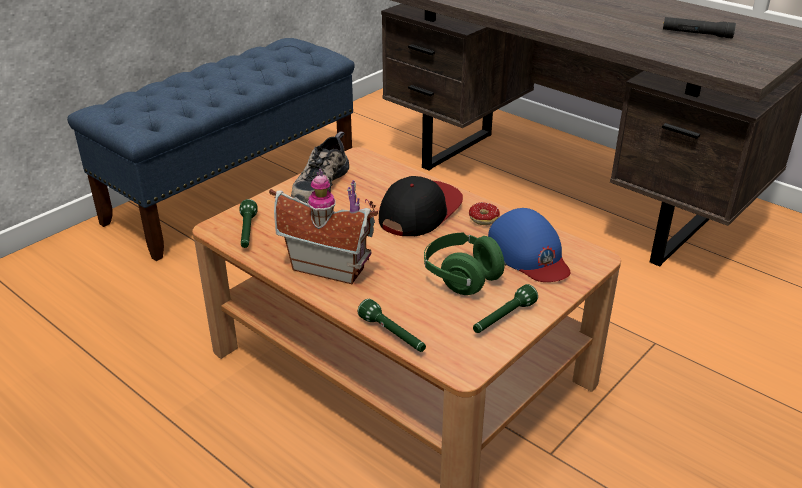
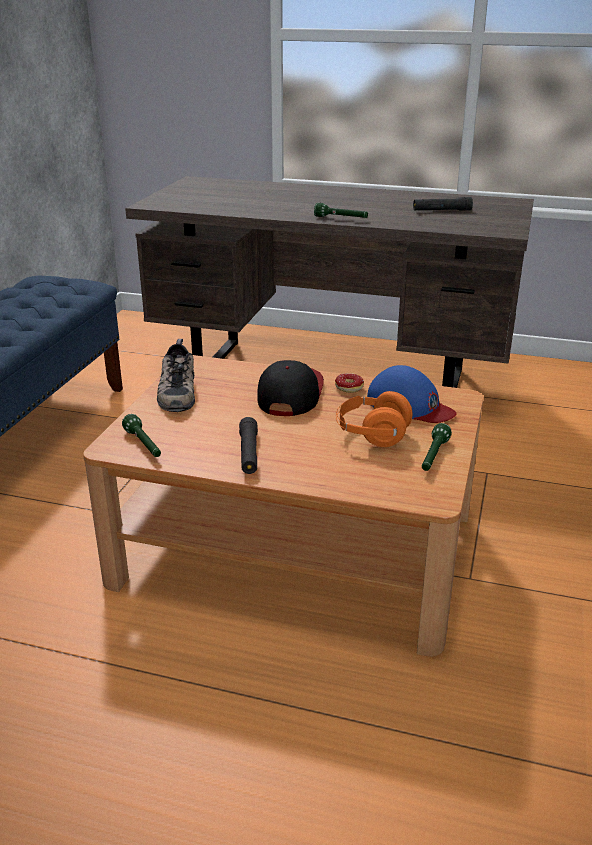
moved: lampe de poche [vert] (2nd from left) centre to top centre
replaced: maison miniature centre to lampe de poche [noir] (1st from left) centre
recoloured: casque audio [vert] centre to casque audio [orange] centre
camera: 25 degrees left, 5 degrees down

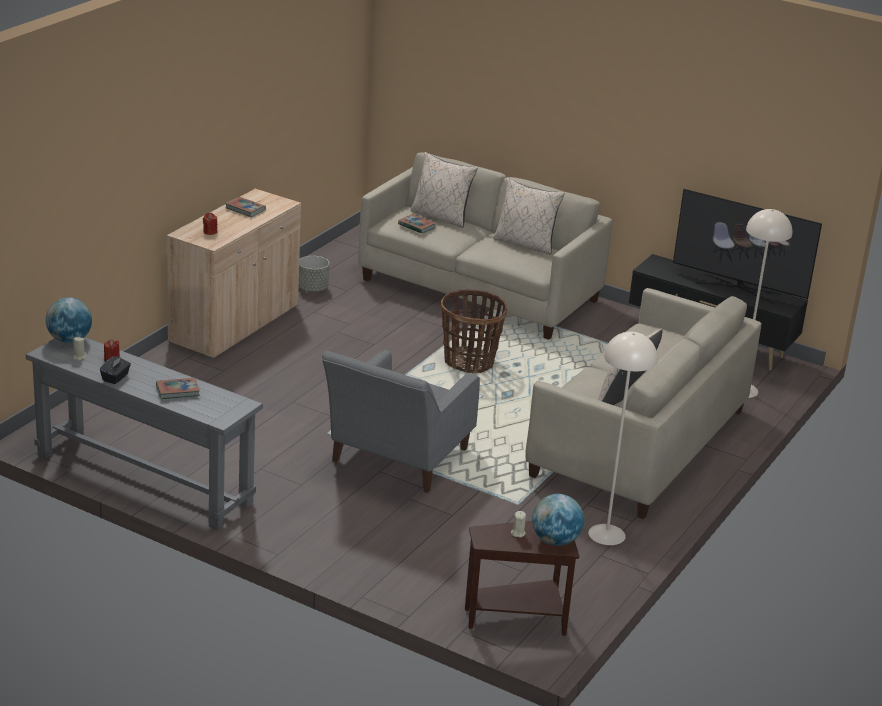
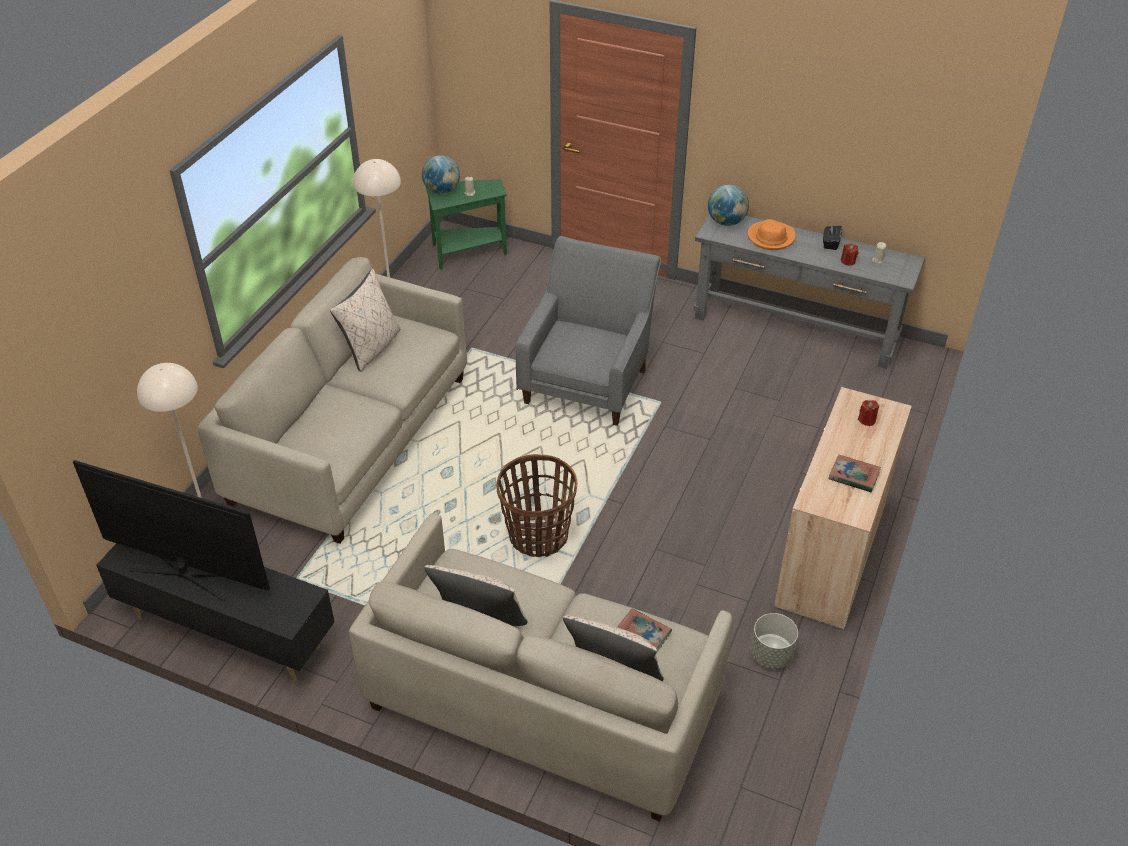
moved: globe (1st from left in the first image) middle left to globe (2nd from left) top centre
replaced: livre (1st from left) middle left to chapeau [orange] top right
recoloured: table d'appoint [marron] bottom centre to table d'appoint [vert] top centre
camera: 175 degrees right, 15 degrees up

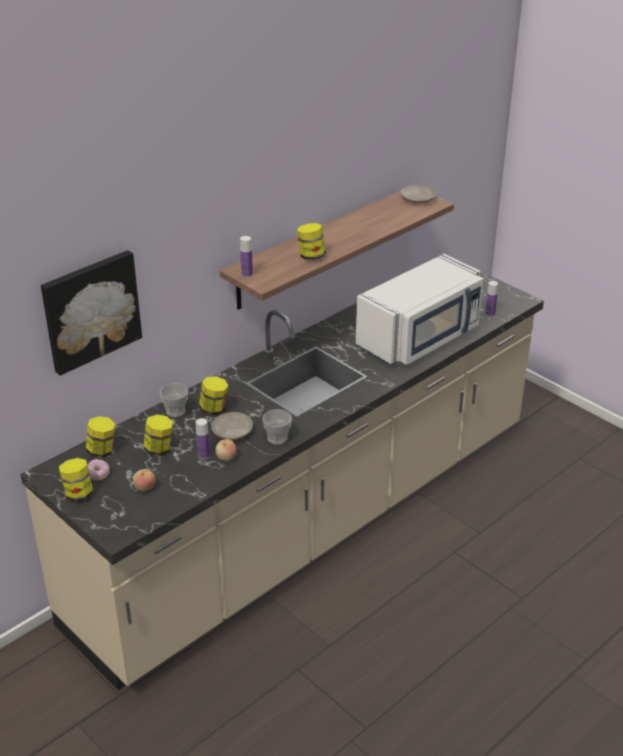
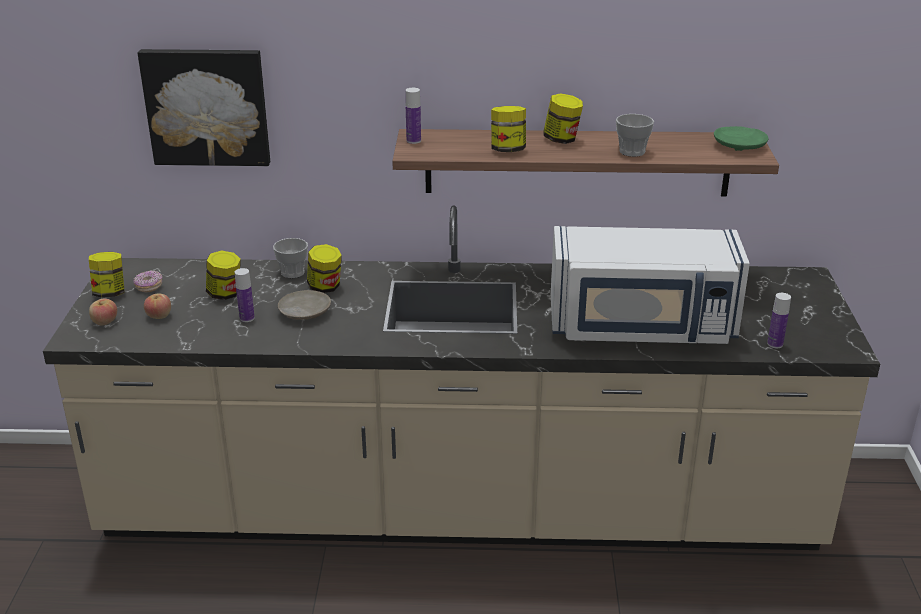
moved: bocal (2nd from left in the first image) middle left to bocal (5th from left) top centre; pomme (2nd from left in the first image) centre to pomme (1st from left) middle left; tasse (2nd from left) centre to top right
recoloured: assiette [beige] (2nd from left) top right to assiette [vert] top right
camera: 45 degrees right, 5 degrees down

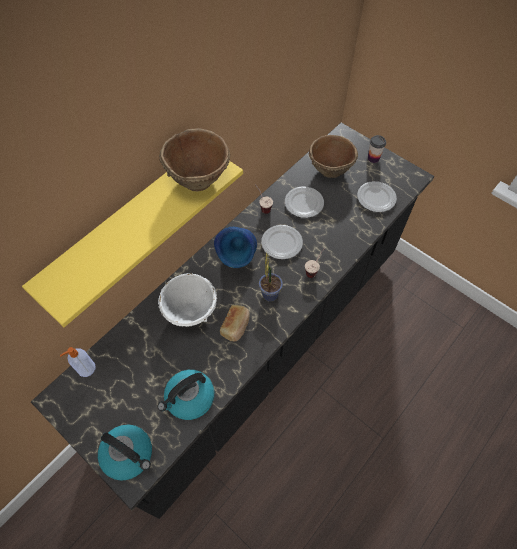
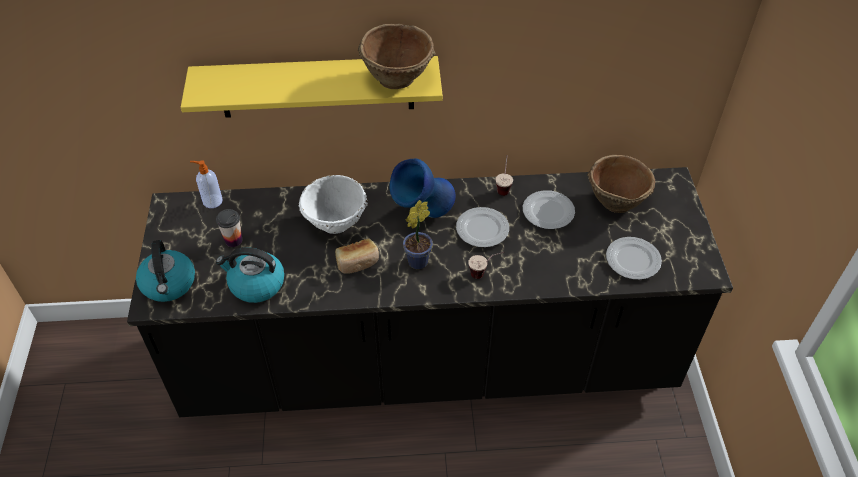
moved: tasse (3rd from left in the first image) top right to tasse (1st from left) middle left
camera: 45 degrees right, 10 degrees down

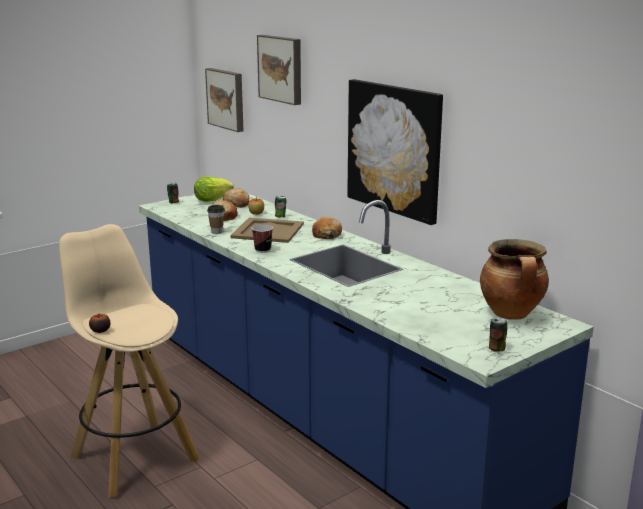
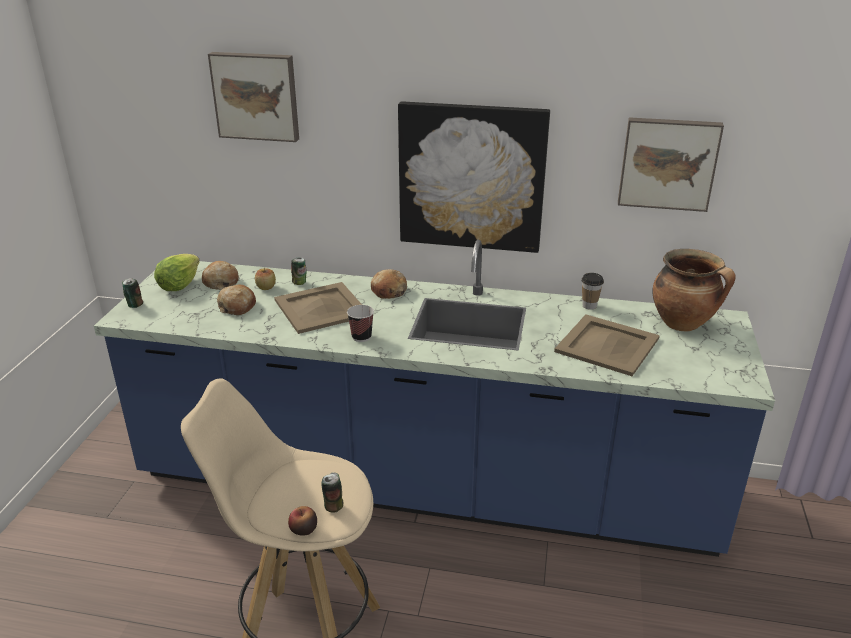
added: plateau [beige] (2nd from left) middle right
moved: tableau (1st from left in the first image) top centre to tableau (3rd from left) top right; tasse (1st from left in the first image) centre to tasse (2nd from left) middle right; boîte métallique (3rd from left) middle right to bottom centre
camera: 40 degrees left, 10 degrees up

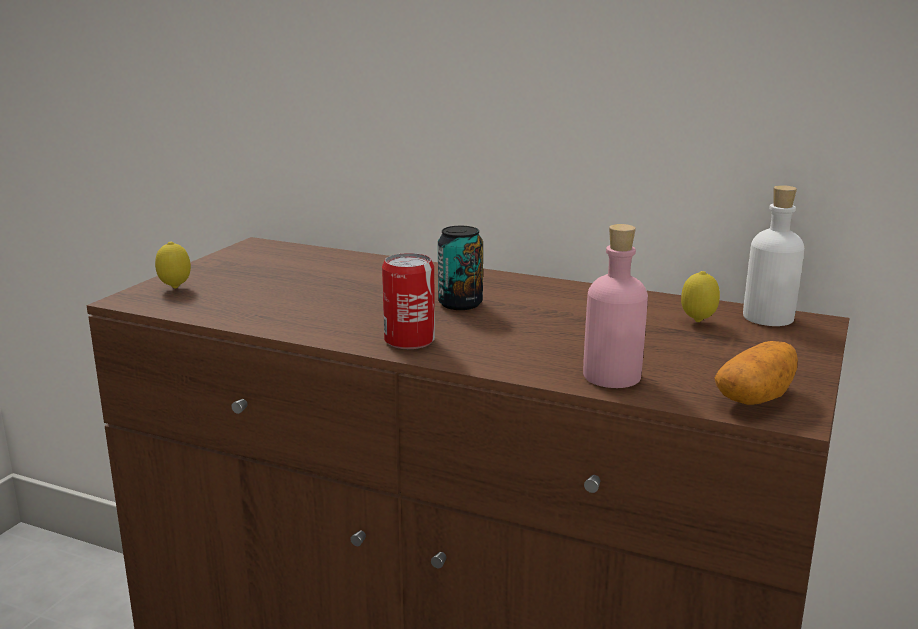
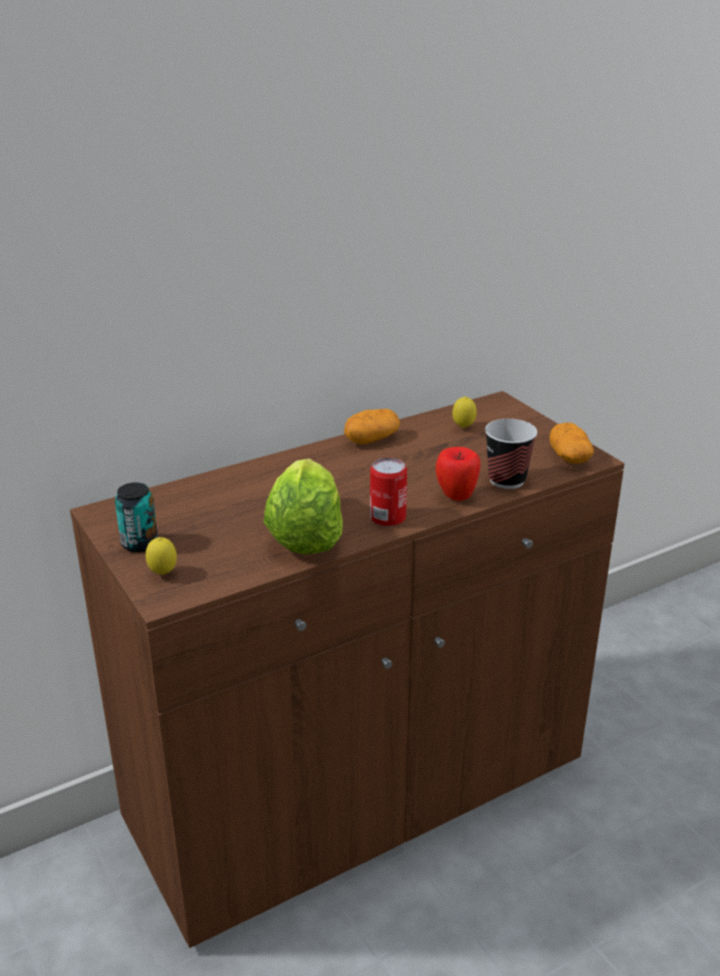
removed: bouteille [blanc] middle right
added: laitue centre; pomme de terre (1st from left) centre; pomme centre
moved: boîte métallique (2nd from left in the first image) centre to boîte métallique (1st from left) middle left
replaced: bouteille [rose] middle right to tasse middle right
camera: 55 degrees left, 10 degrees up

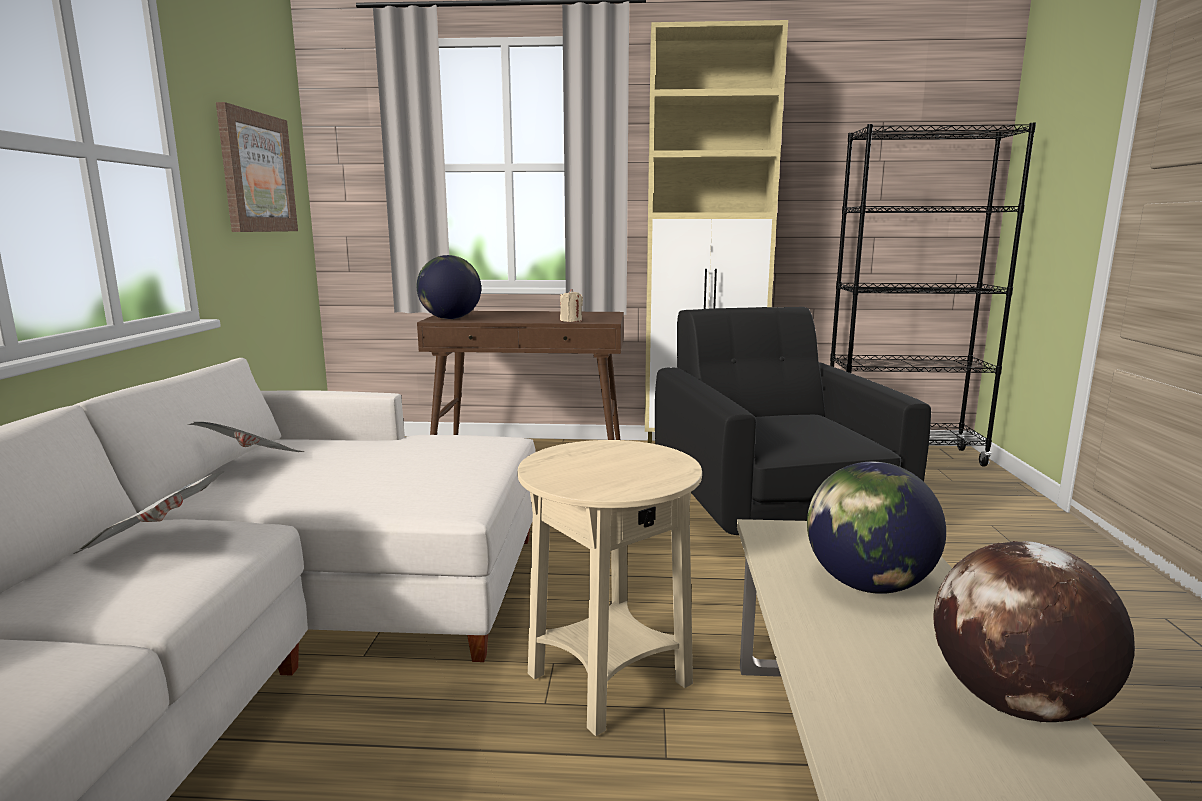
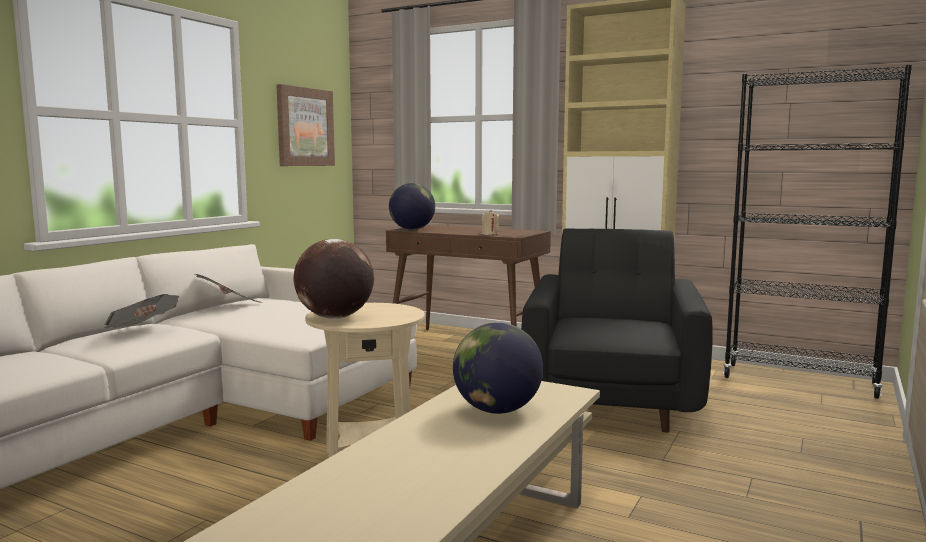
moved: globe (3rd from left in the first image) bottom right to globe (1st from left) centre
camera: 25 degrees right, 5 degrees down

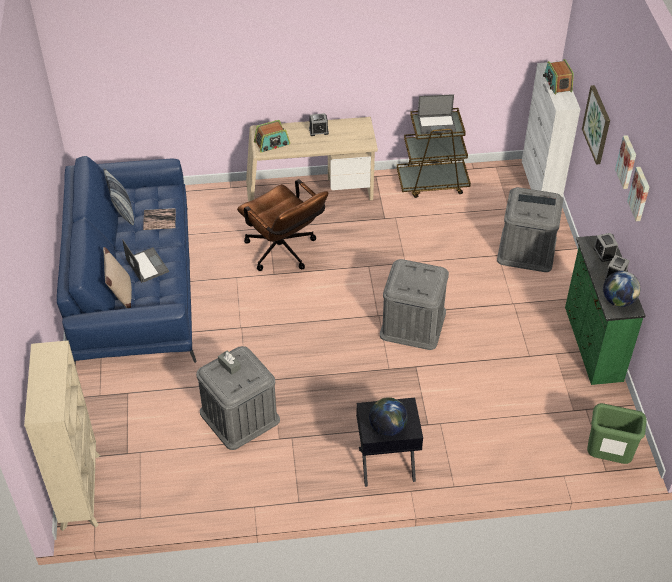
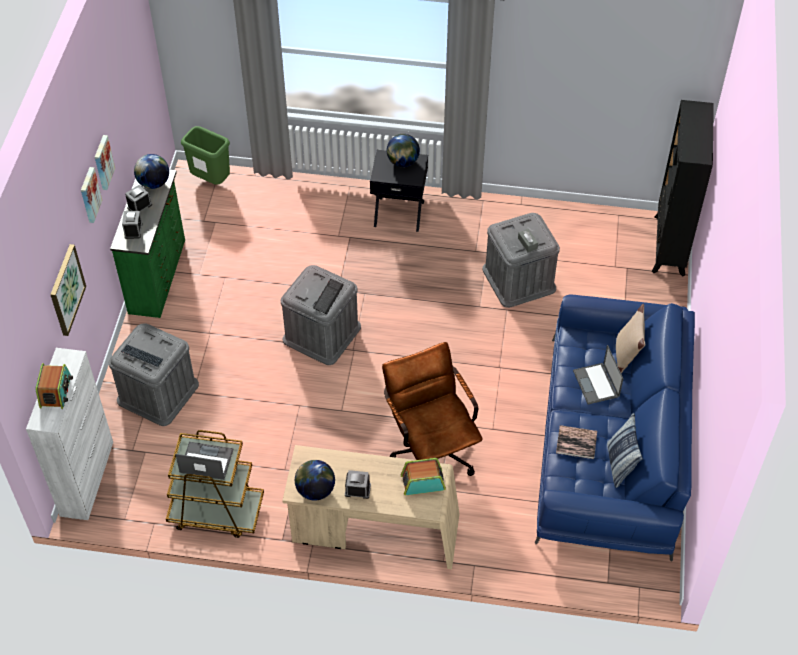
added: globe (2nd from left) bottom centre; clavier (2nd from left) centre
recoloured: bibliothèque [beige] bottom left to bibliothèque [noir] top right
camera: 165 degrees left, 5 degrees up

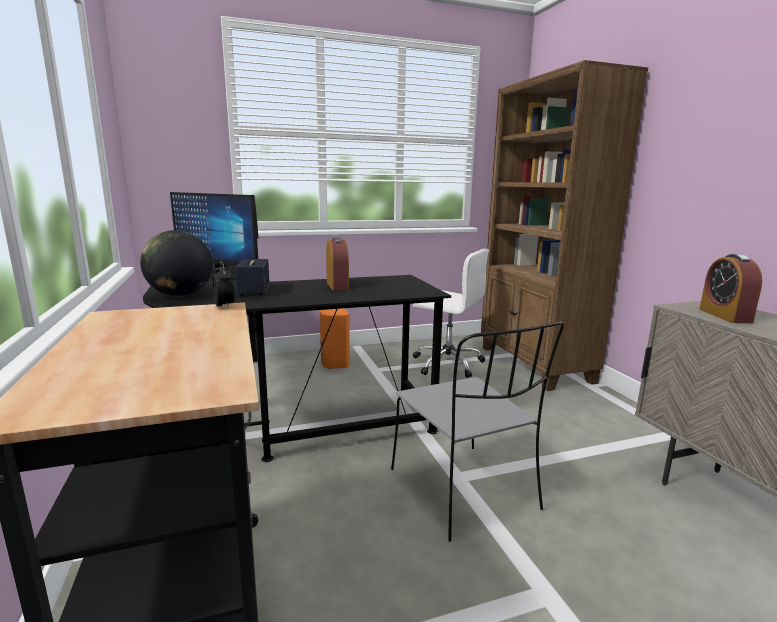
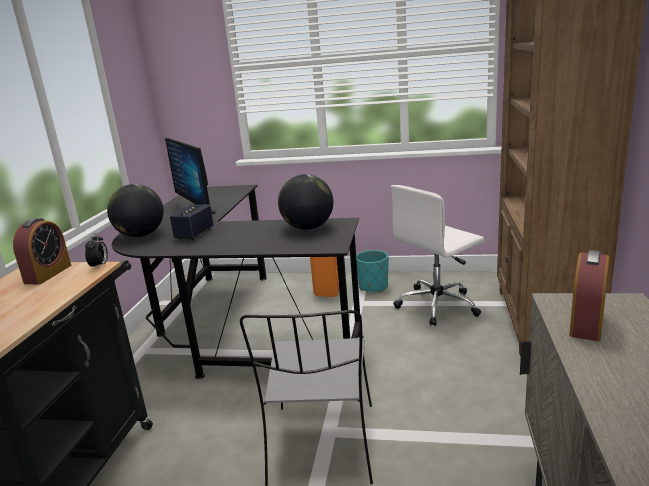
added: globe (2nd from left) centre; cache-pot [turquoise] centre
moved: réveil (2nd from left in the first image) centre to réveil (1st from left) middle left
turned: chaise de bureau [blanc] centre = middle right 90 degrees clockwise
camera: 30 degrees right, 5 degrees up

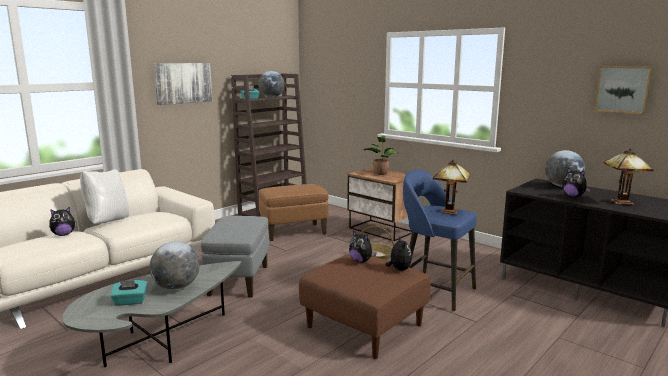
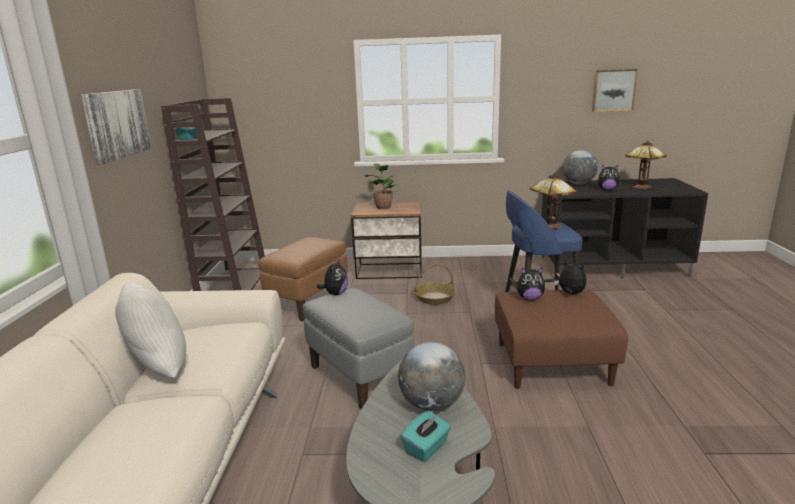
removed: globe (2nd from left) top centre
moved: peluche (1st from left) middle left to centre
camera: 40 degrees left, 5 degrees up

